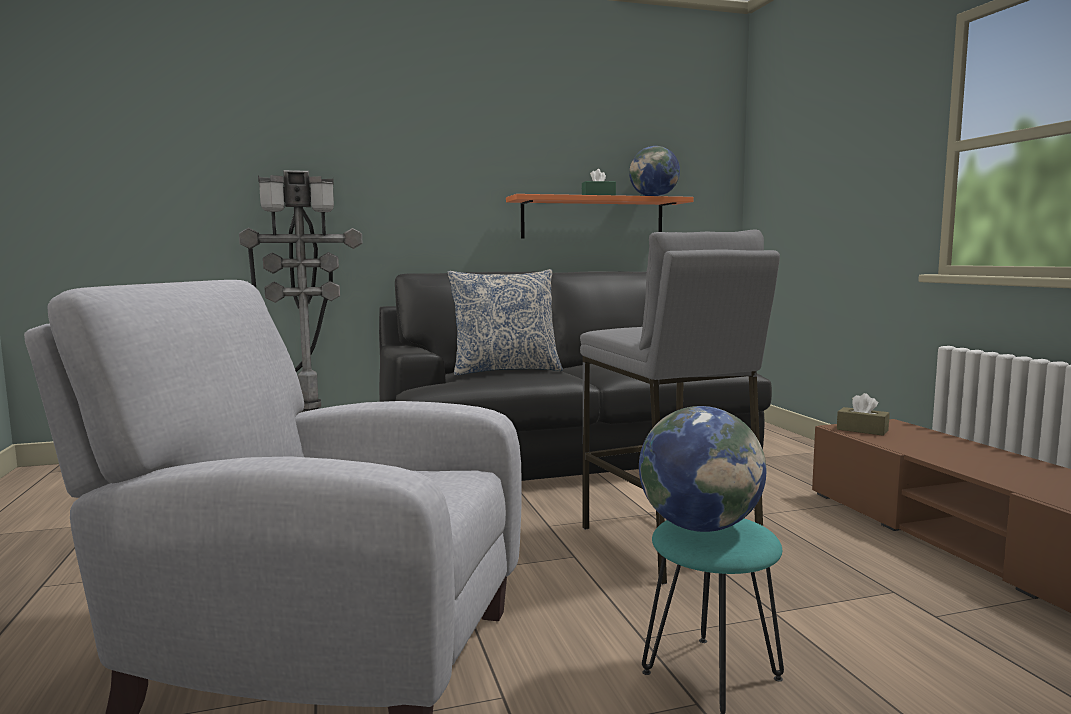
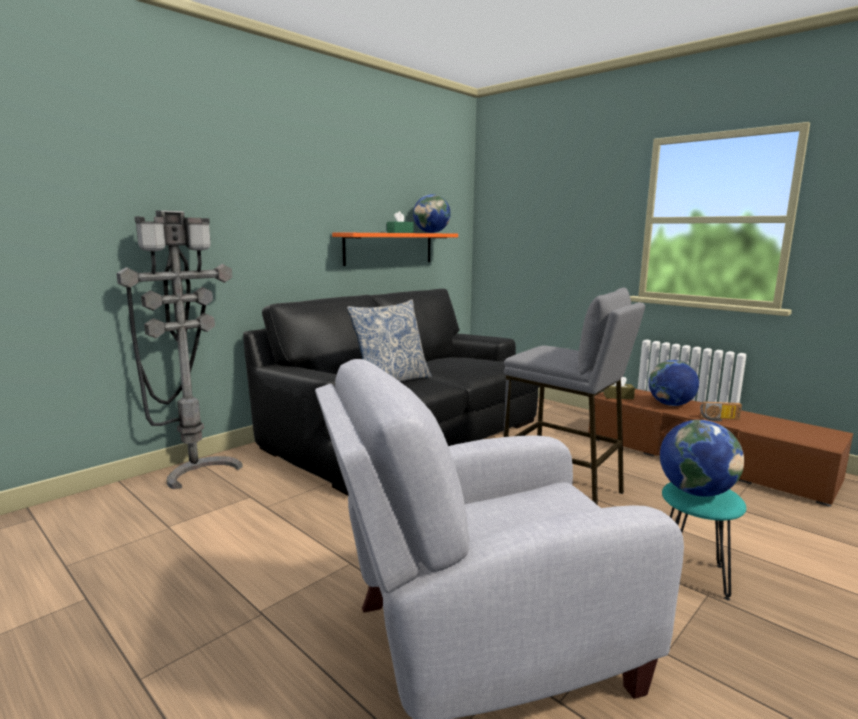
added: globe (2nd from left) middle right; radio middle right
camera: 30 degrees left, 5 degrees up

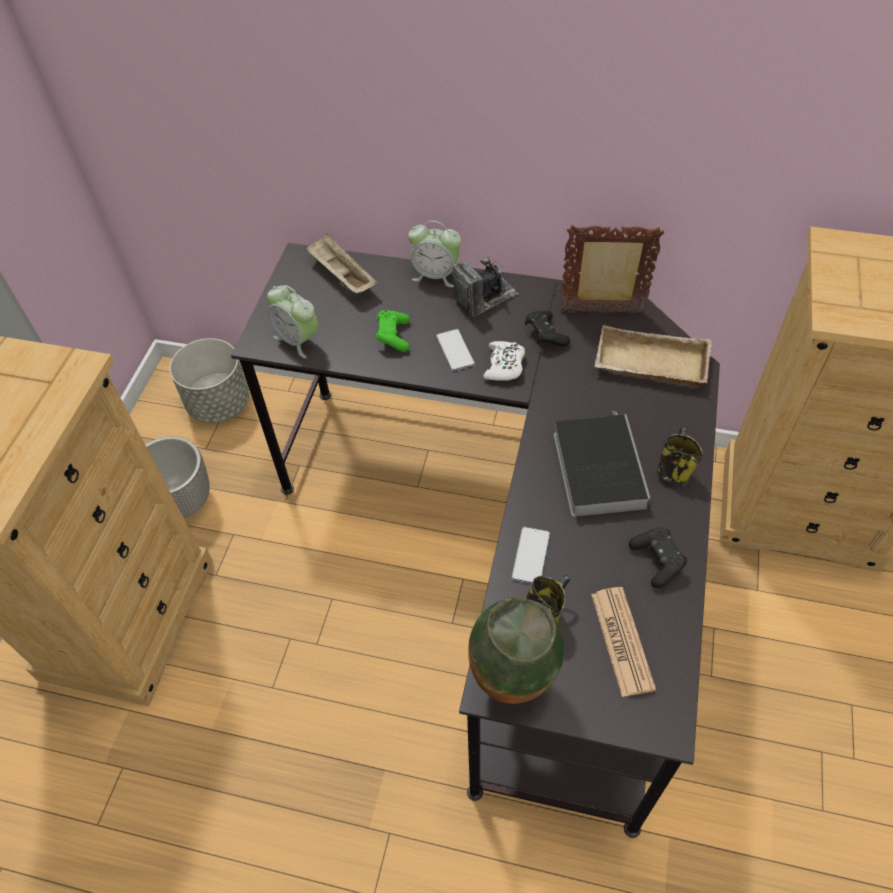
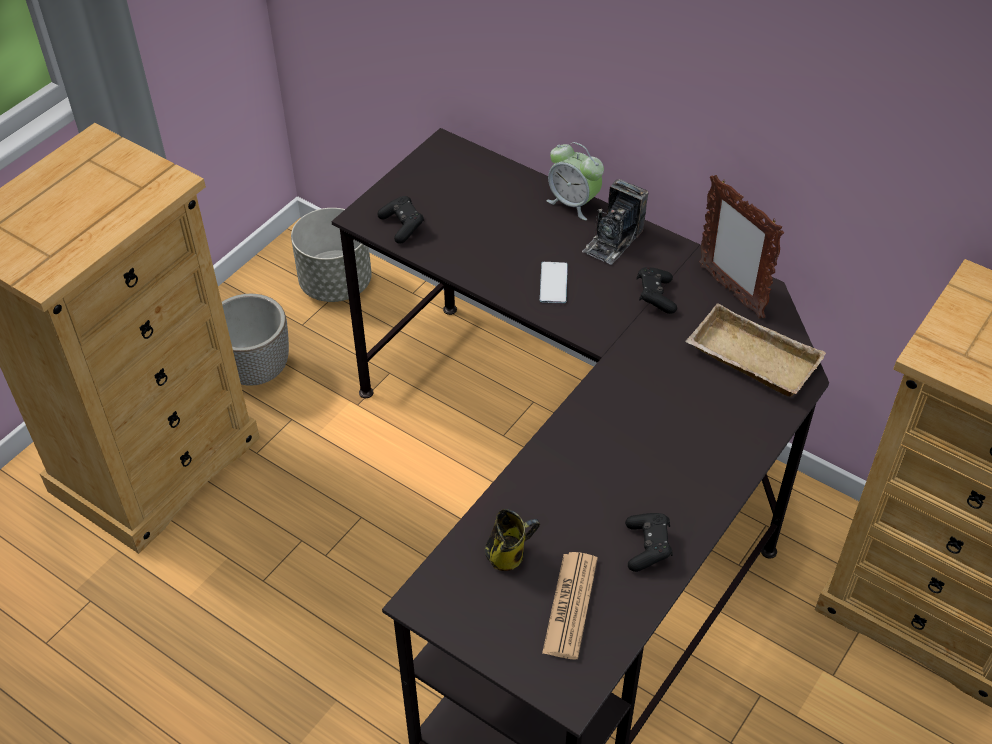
removed: plateau [beige] (1st from left) top centre; manette [vert] centre; vase bottom centre; manette [blanc] centre; téléphone (2nd from left) centre; livre middle right; mug (2nd from left) middle right
replaced: réveil (1st from left) middle left to manette [noir] (1st from left) top centre
turned: appareil photo top centre = top centre 135 degrees clockwise; cadre photo top right = top right 150 degrees counterclockwise
camera: 20 degrees right, 5 degrees down

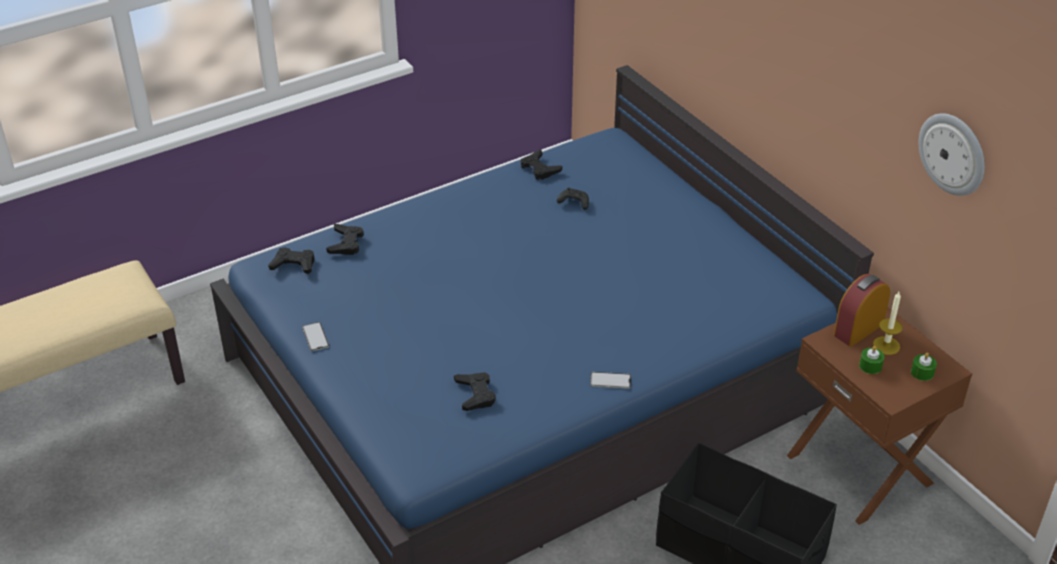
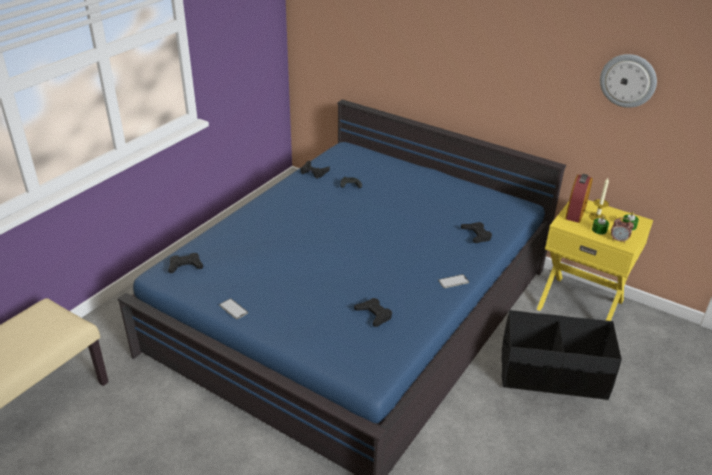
added: réveil (2nd from left) middle right
moved: manette [noir] (2nd from left in the first image) middle left to manette [noir] (5th from left) middle right
recoloured: table de chevet [marron] bottom right to table de chevet [jaune] middle right
camera: 25 degrees left, 5 degrees down

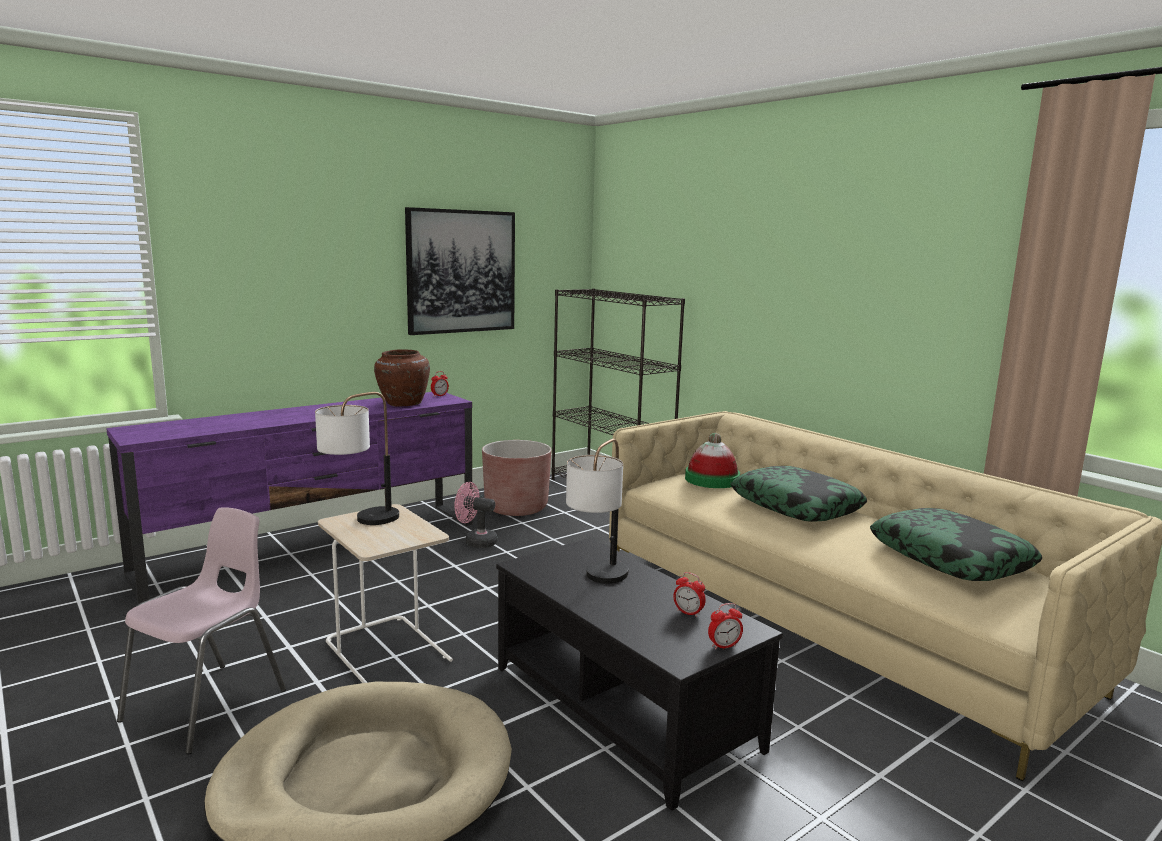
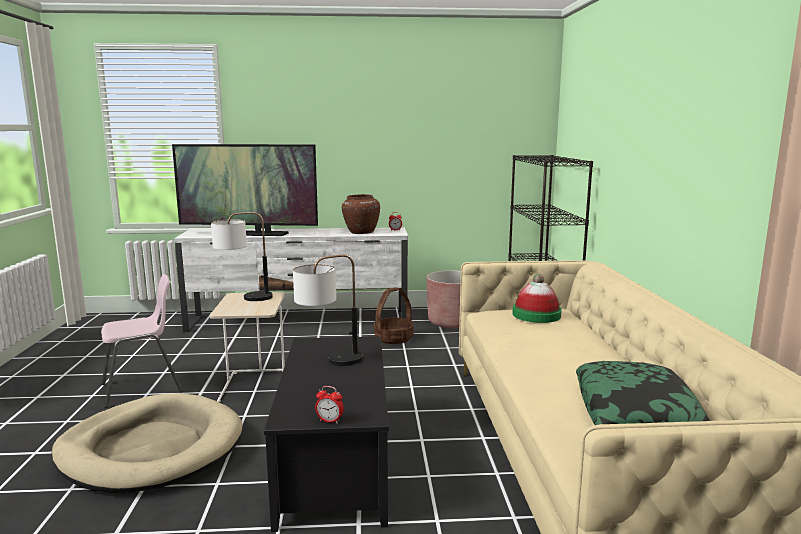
removed: tableau top centre; réveil (2nd from left) bottom centre; coussin (1st from left) middle right
added: téléviseur middle left
replaced: ventilateur [rose] centre to panier centre
recoloured: meuble télé [violet] middle left to meuble télé [blanc] centre
camera: 35 degrees right, 0 degrees up

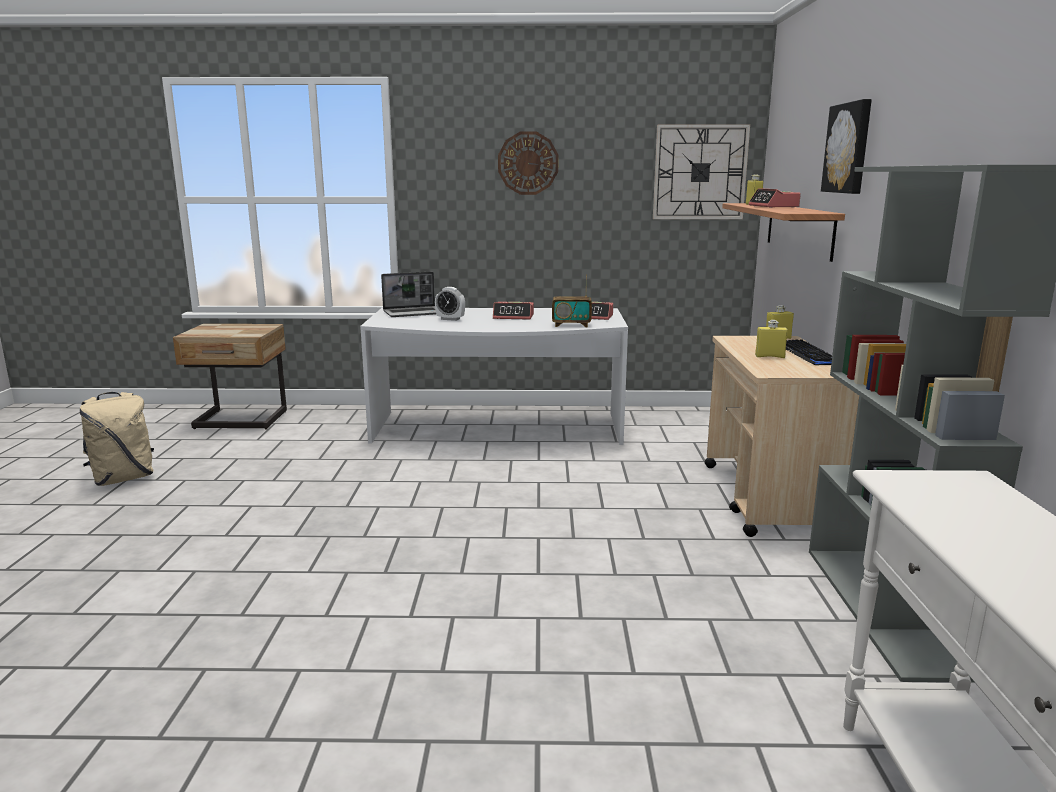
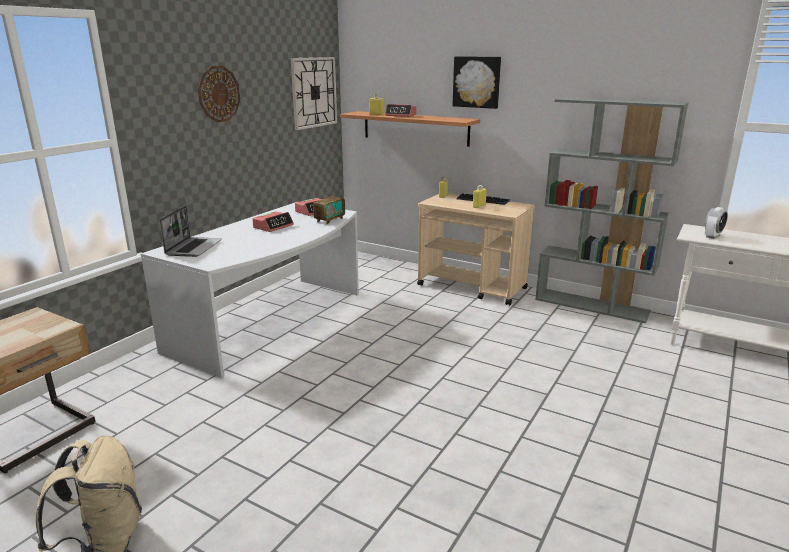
moved: réveil (1st from left in the first image) centre to réveil (4th from left) middle right
camera: 60 degrees left, 5 degrees up

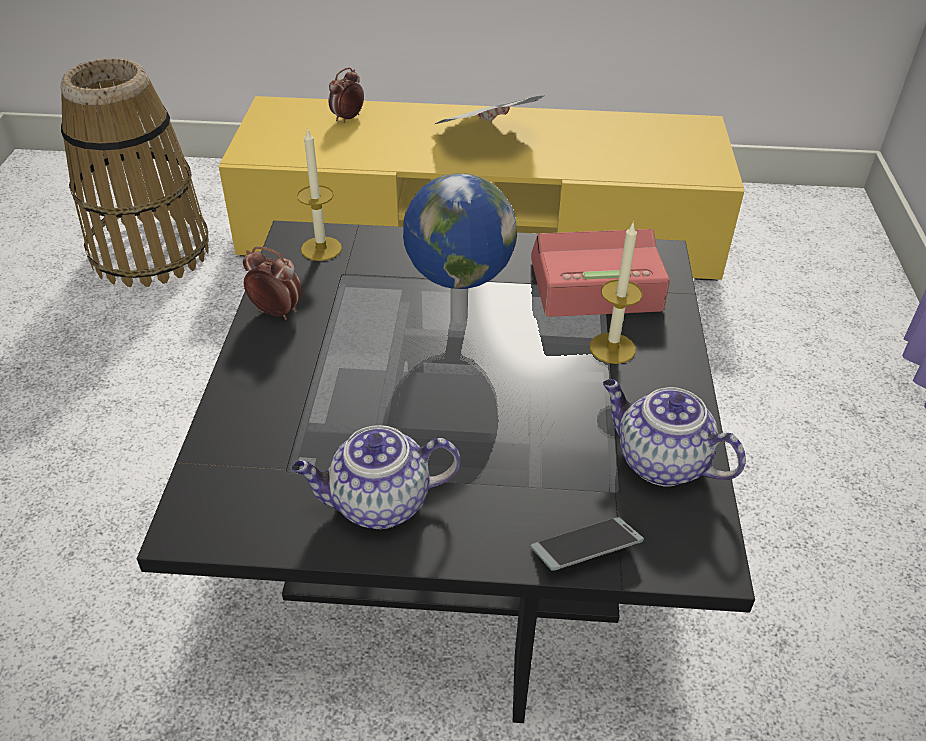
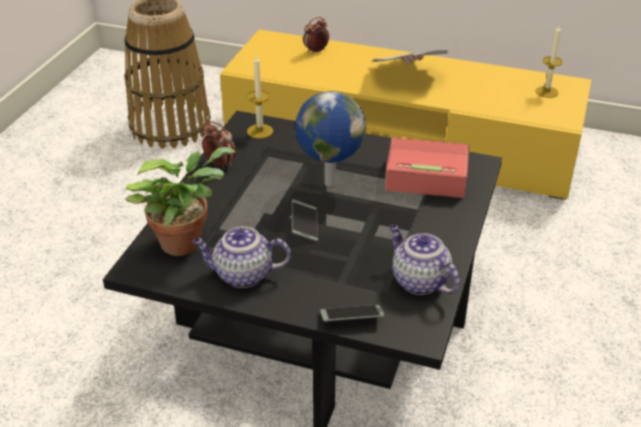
added: plante en pot middle left; téléphone (1st from left) centre
moved: bougie (2nd from left) centre to top right
camera: 15 degrees right, 5 degrees down

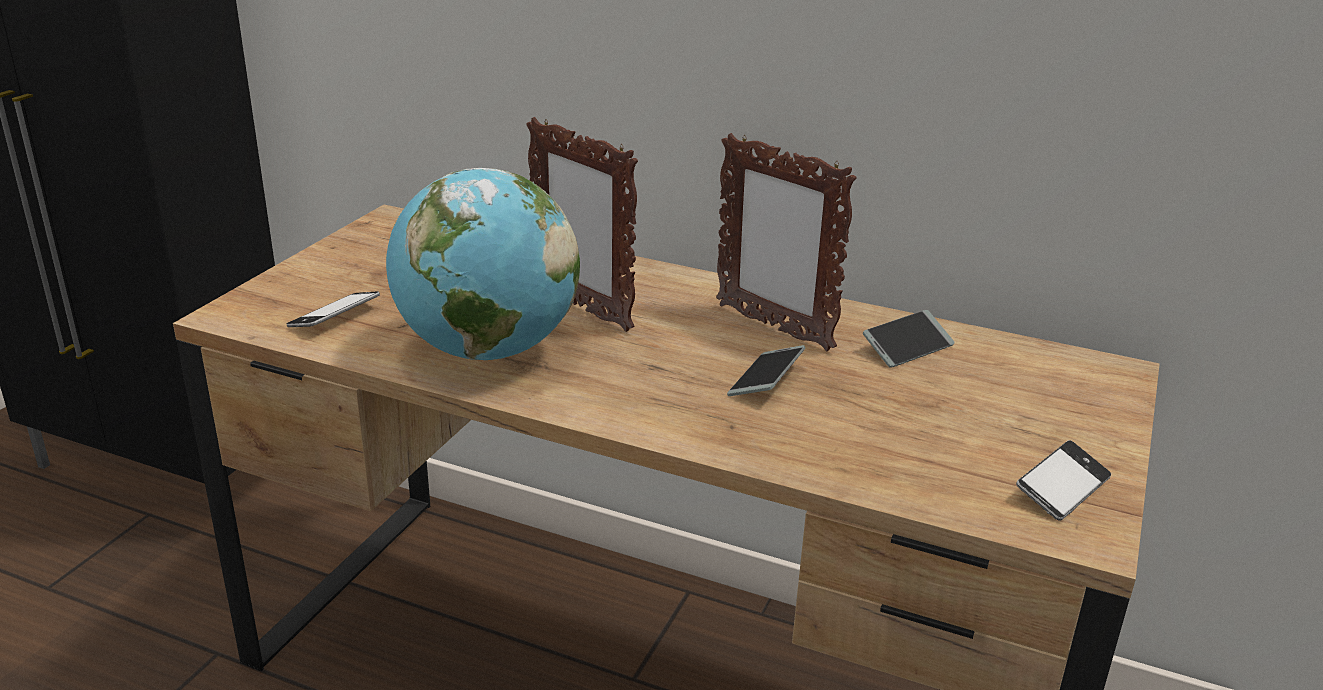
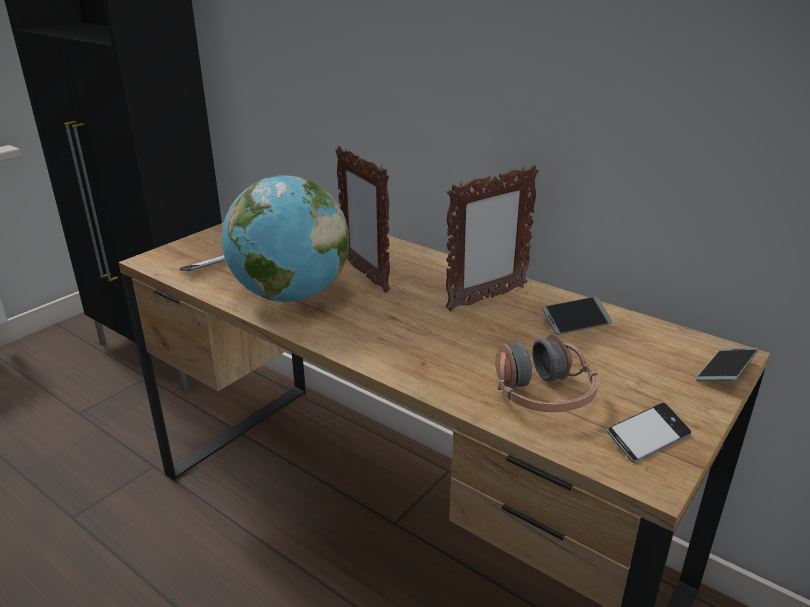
added: casque audio middle right
moved: téléphone (2nd from left in the first image) centre to téléphone (4th from left) middle right
turned: cadre photo (2nd from left) centre = centre 90 degrees counterclockwise
camera: 15 degrees right, 0 degrees up

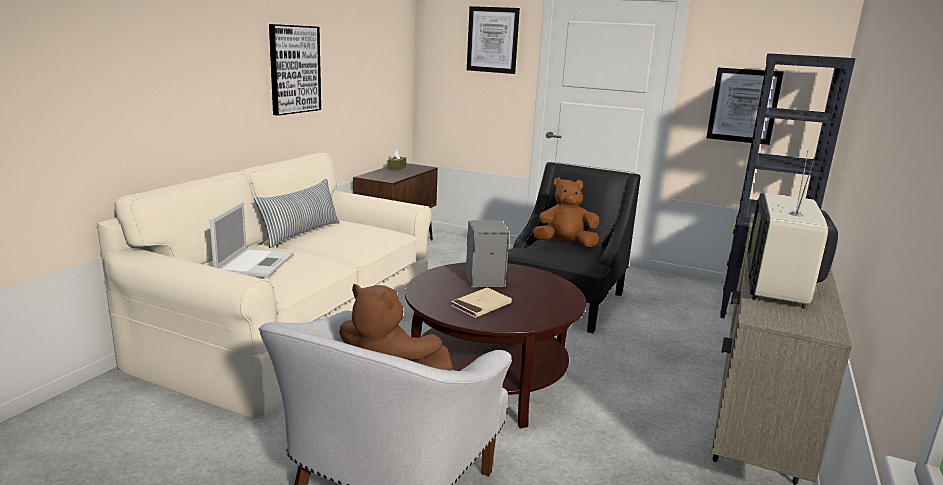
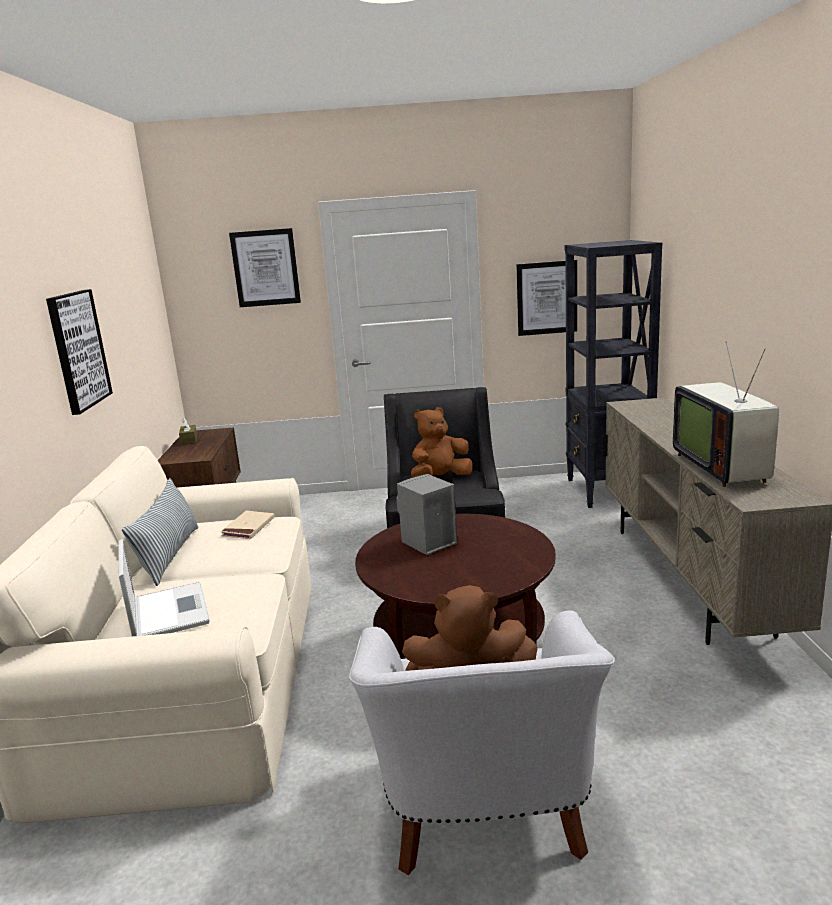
moved: livre [beige] centre to middle left
camera: 25 degrees left, 0 degrees up

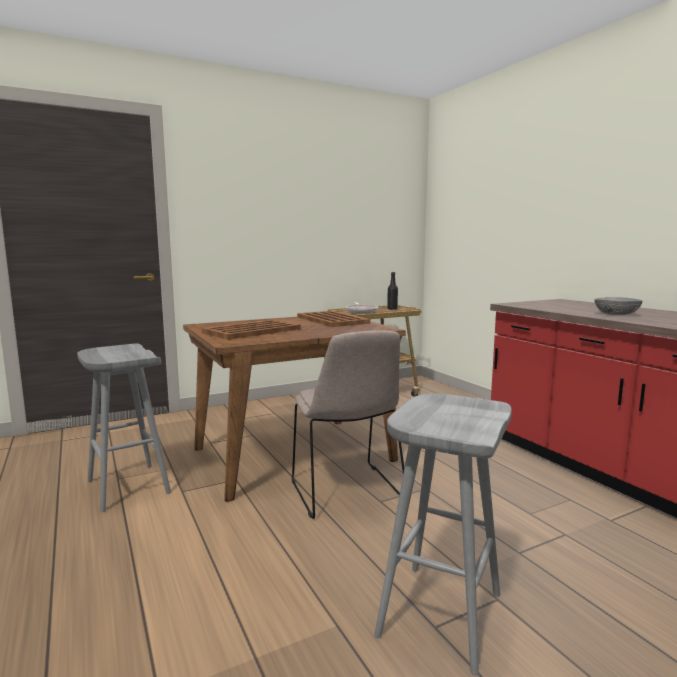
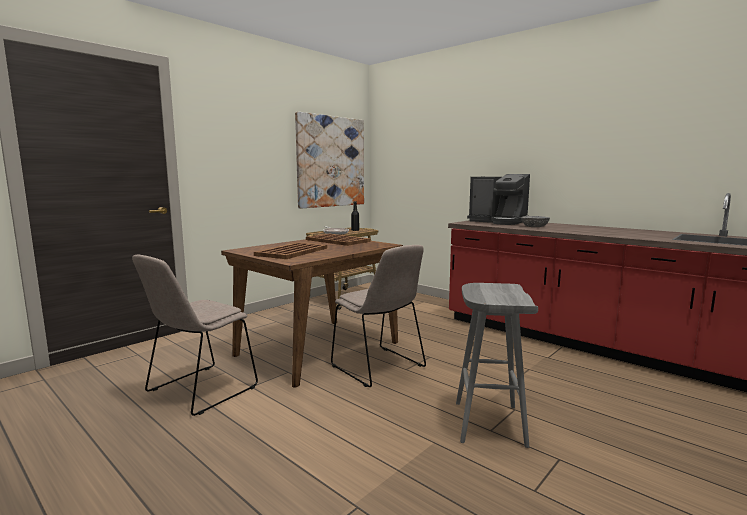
added: tableau top centre; machine à café middle right
replaced: tabouret [gris] (1st from left) middle left to chaise [beige] (1st from left) middle left
camera: 20 degrees left, 0 degrees up

